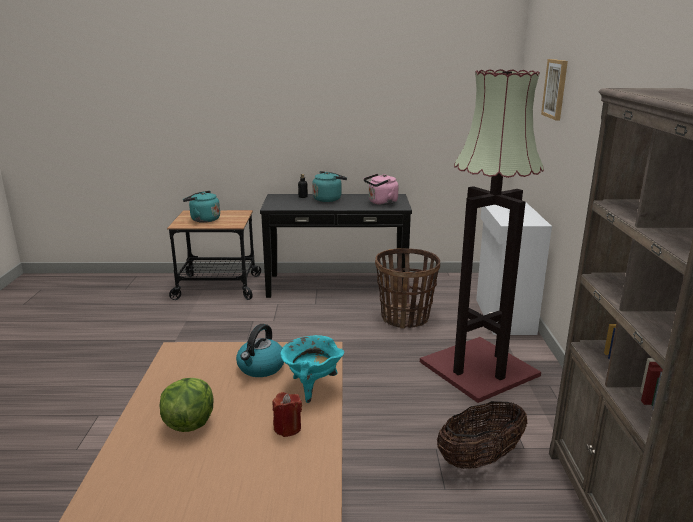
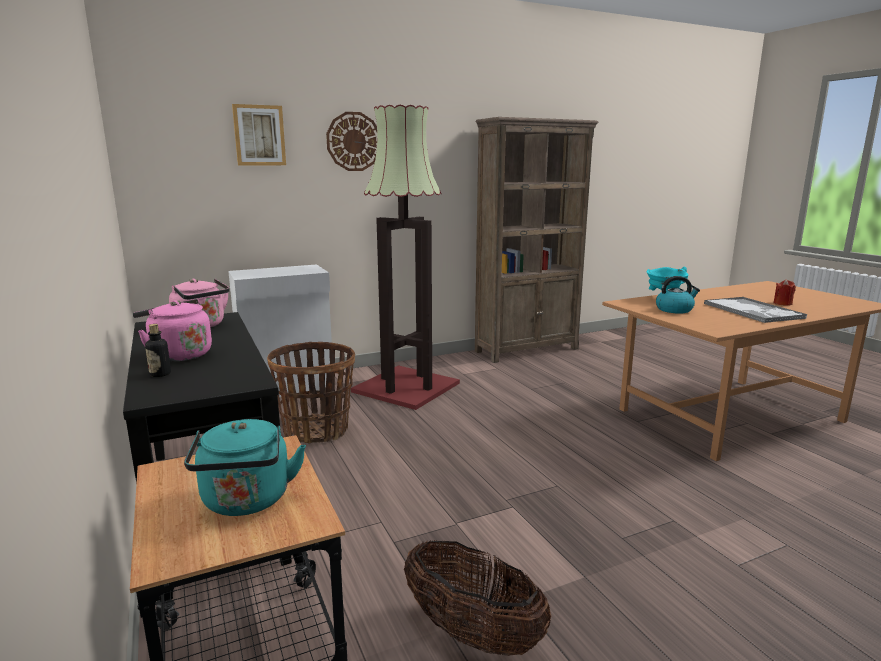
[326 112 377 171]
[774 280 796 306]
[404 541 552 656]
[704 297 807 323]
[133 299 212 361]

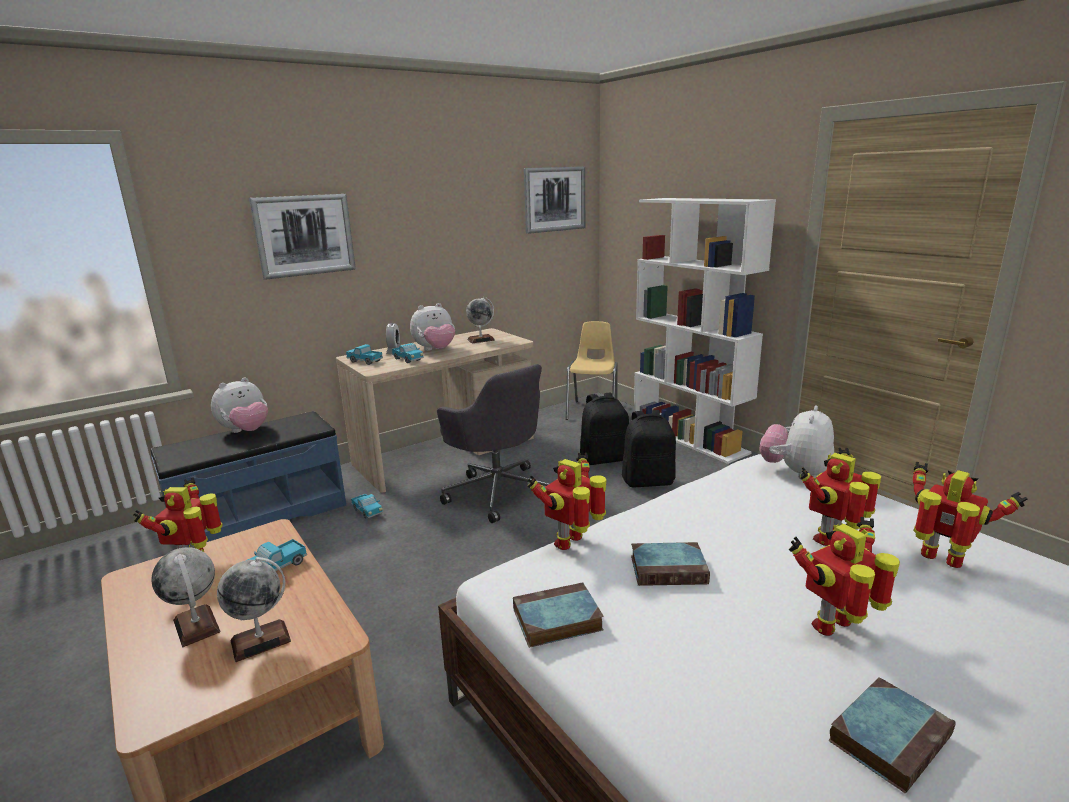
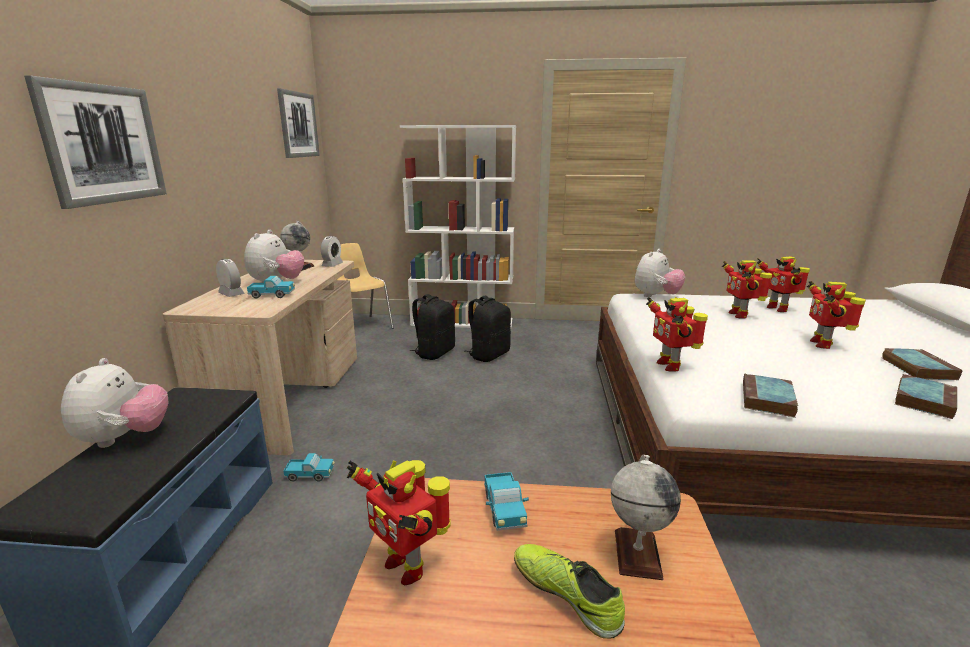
[346 344 383 365] (first image)
[437 364 550 523] (first image)
[321 236 343 267]
[895 374 957 419]
[514 544 625 639]
[635 249 685 297]
[757 256 810 312]

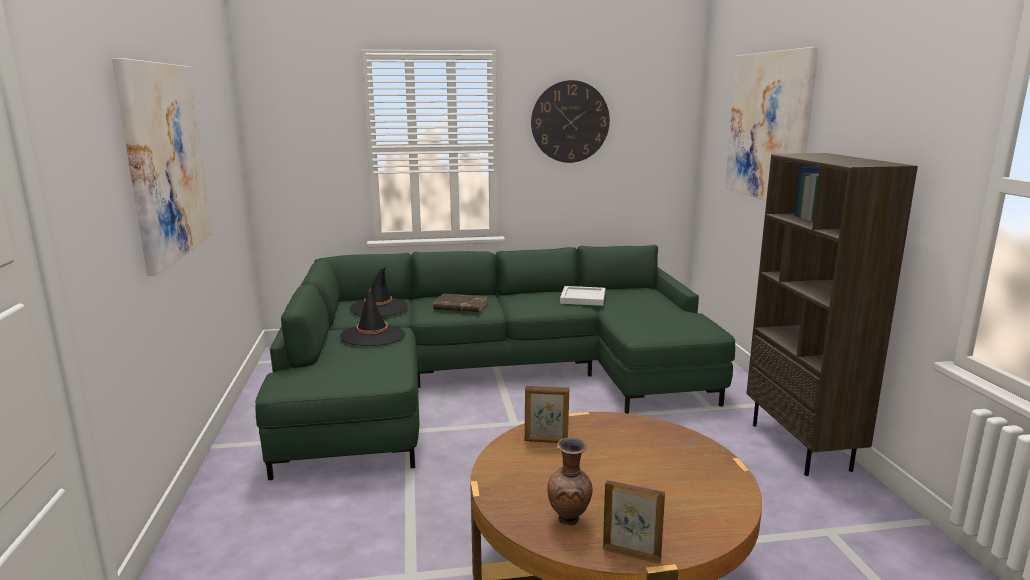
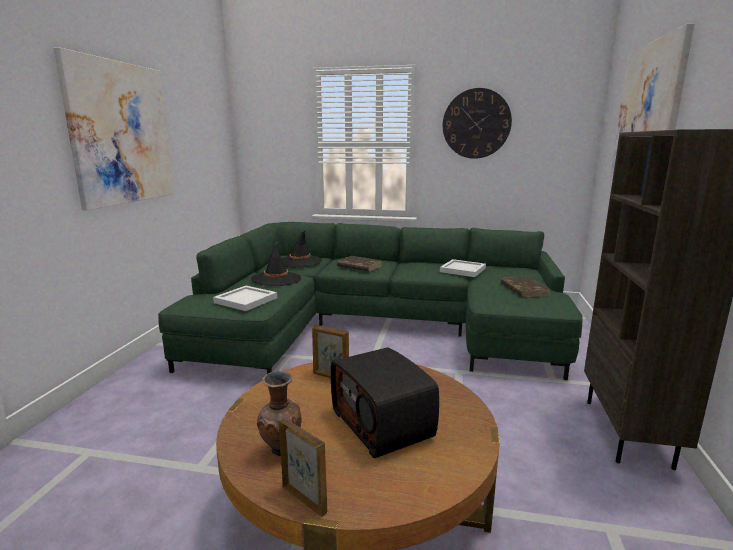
[213 286 277 311]
[331 347 439 458]
[501 277 550 298]

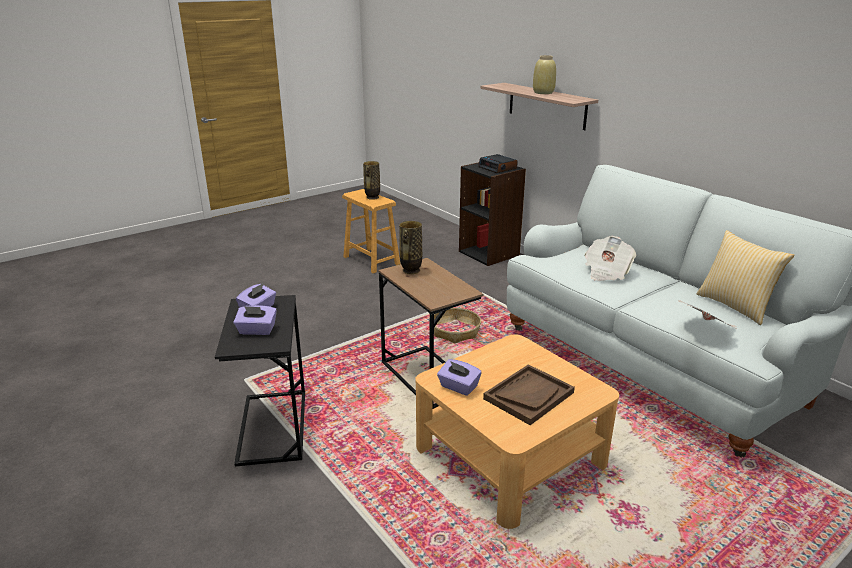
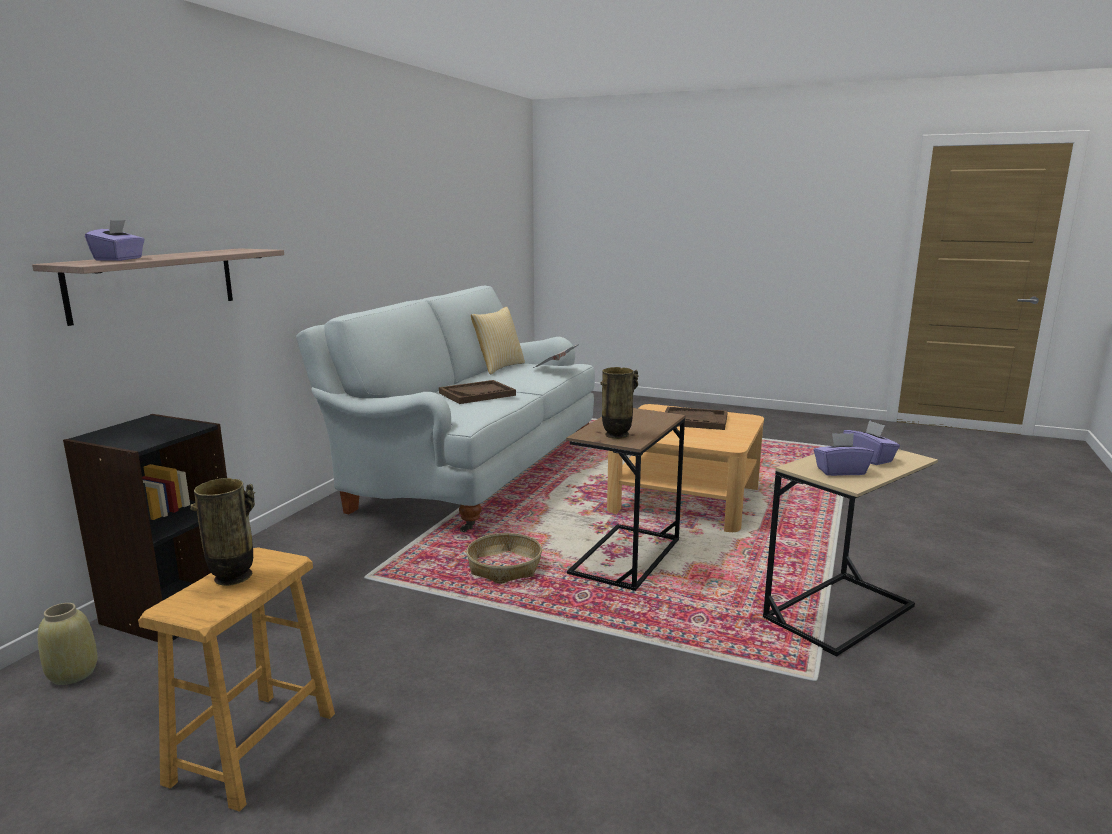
[478 154 518 173] (first image)
[85 220 145 261]
[38 603 97 685]
[439 380 516 404]
[763 449 938 656]

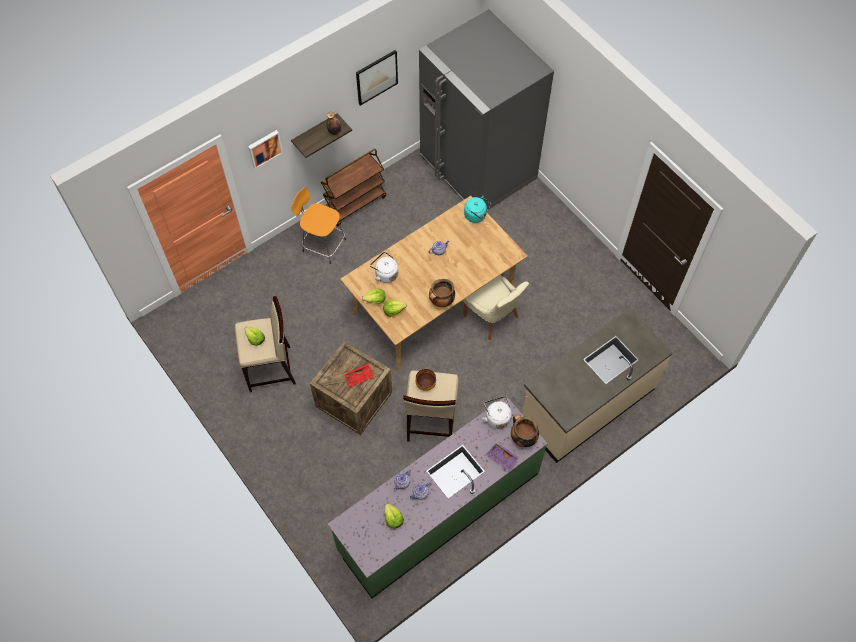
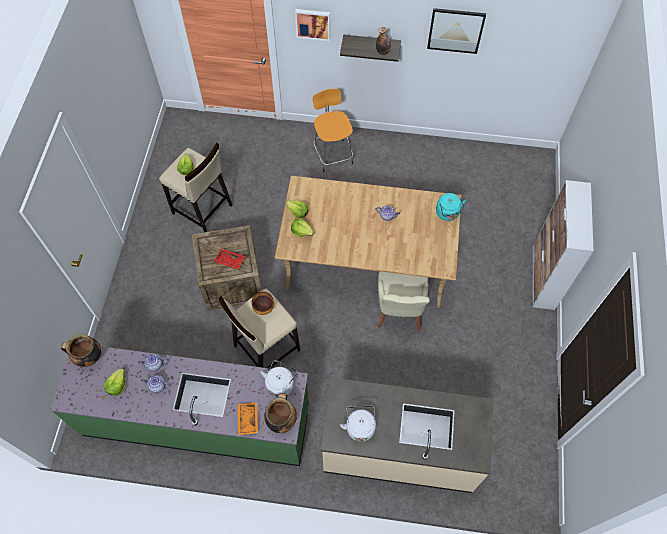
[321 149 386 227] (first image)
[419 9 554 210] (first image)
[532 180 593 310]
[340 405 376 442]
[61 334 101 367]
[238 403 258 435]

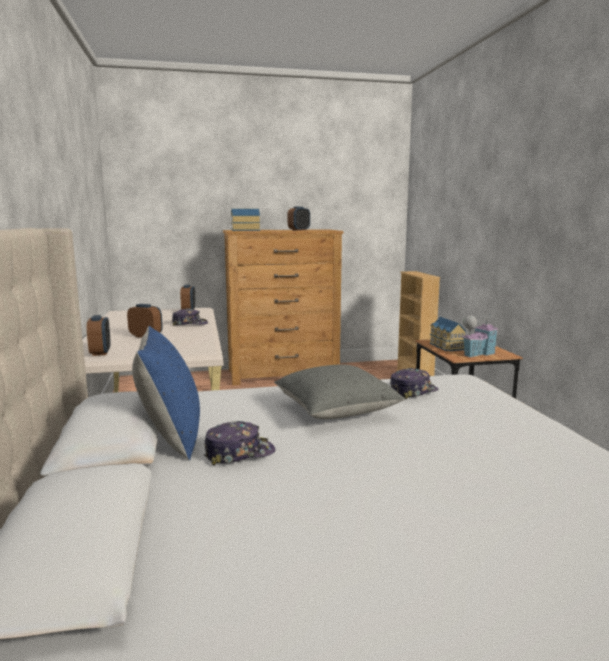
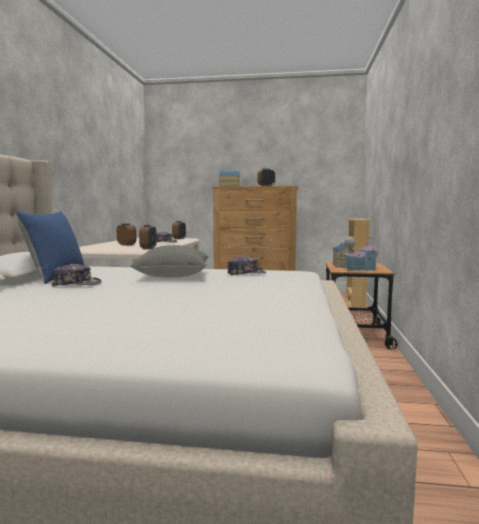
[139 225 157 249]

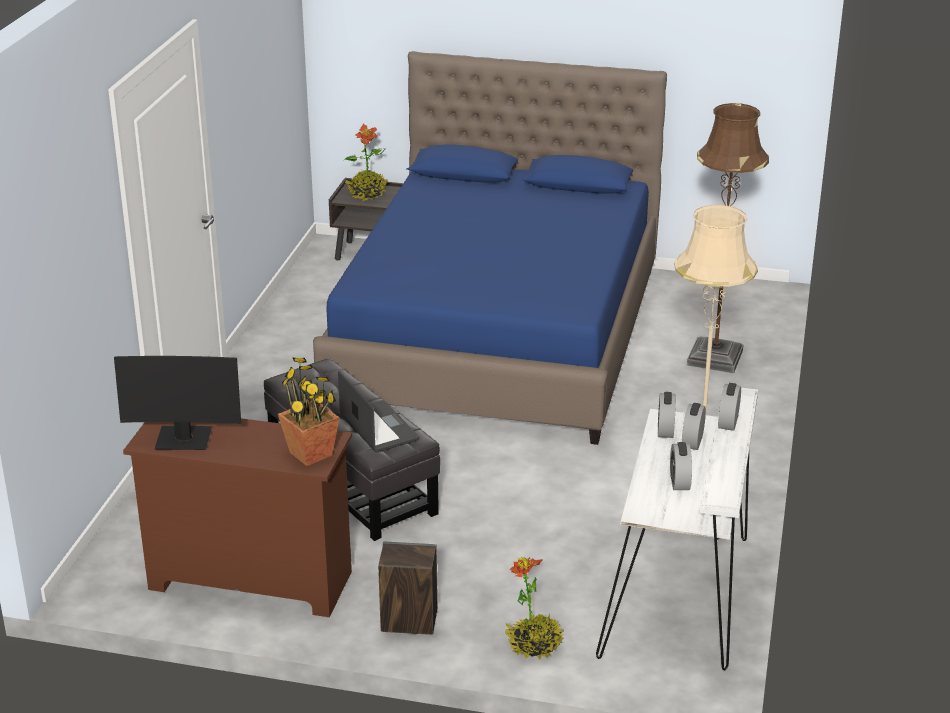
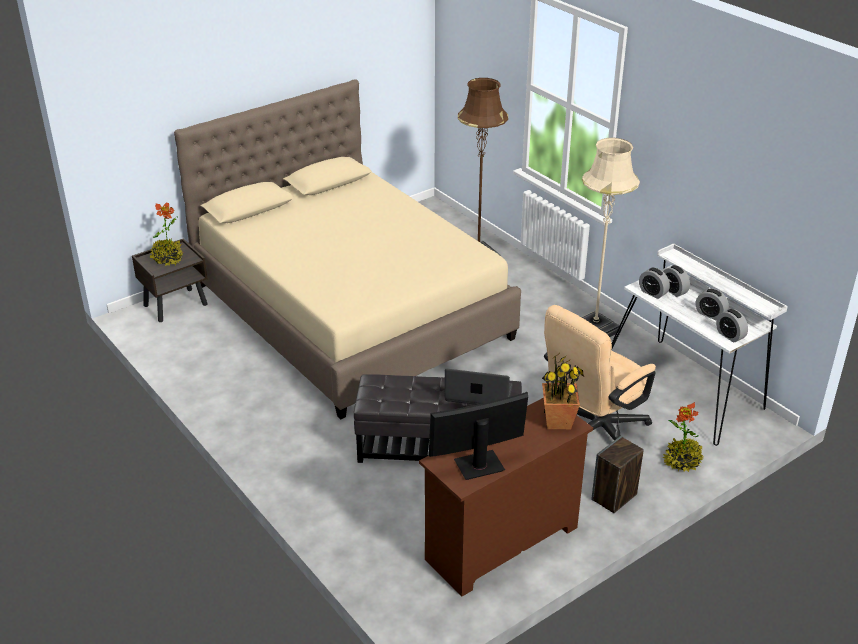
[544 305 656 440]
[716 309 748 343]
[174 79 521 419]
[429 392 528 480]

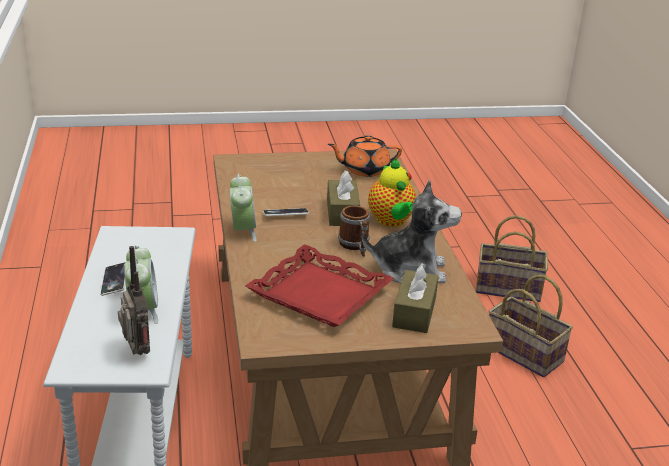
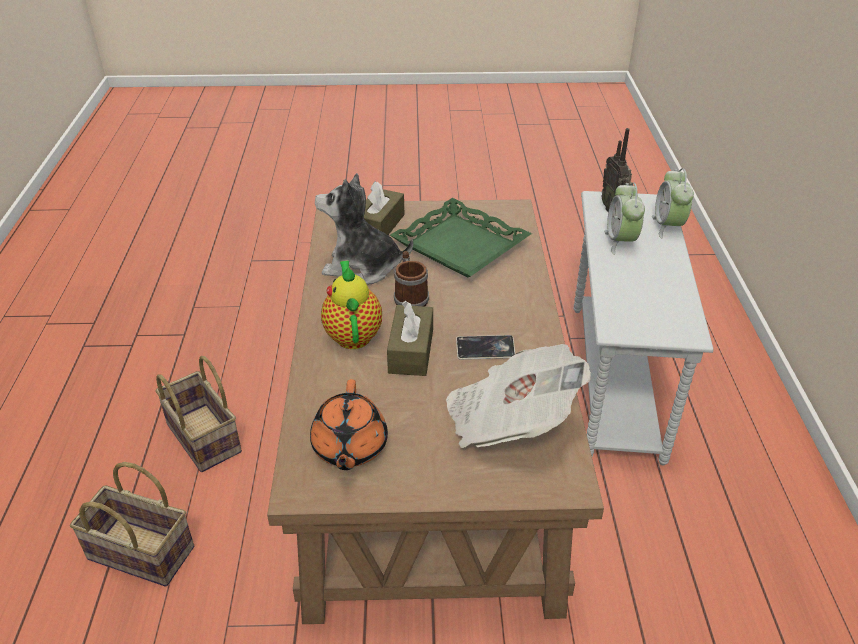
[100 262 125 296] (first image)
[446 344 591 448]
[652 168 694 238]
[390 198 532 278]
[310 379 388 470]

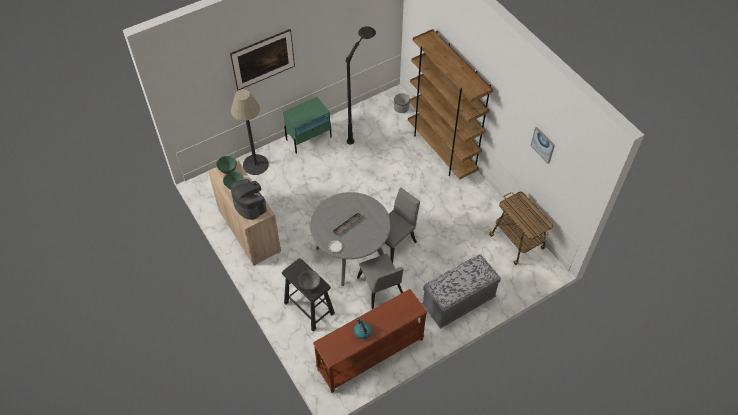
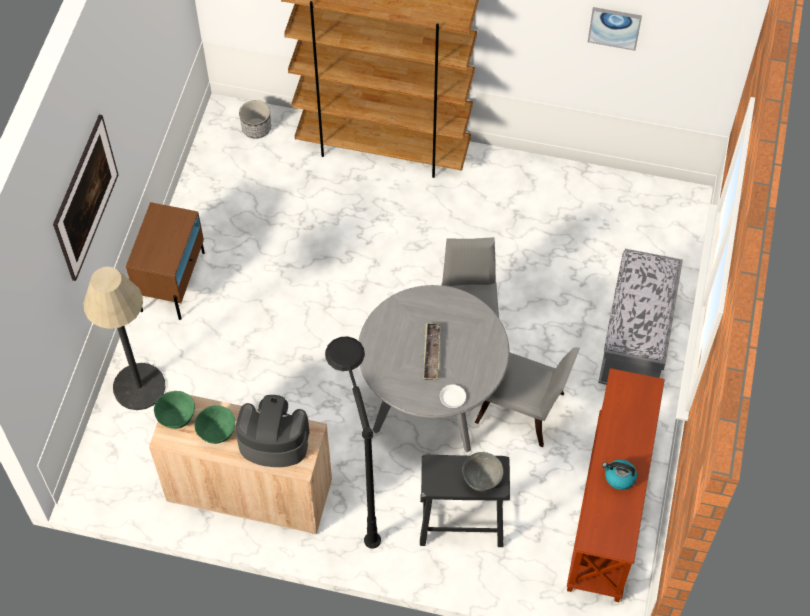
[488 192 553 265] (first image)
[325 336 381 549]
[126 202 205 320]

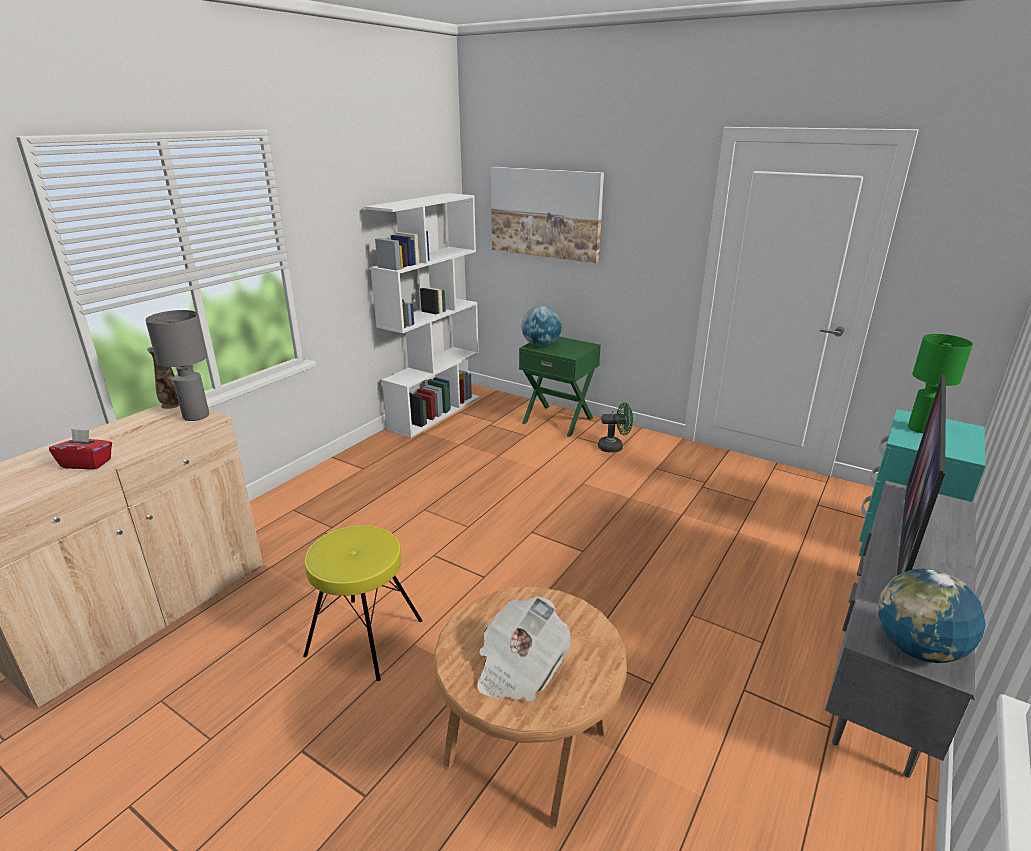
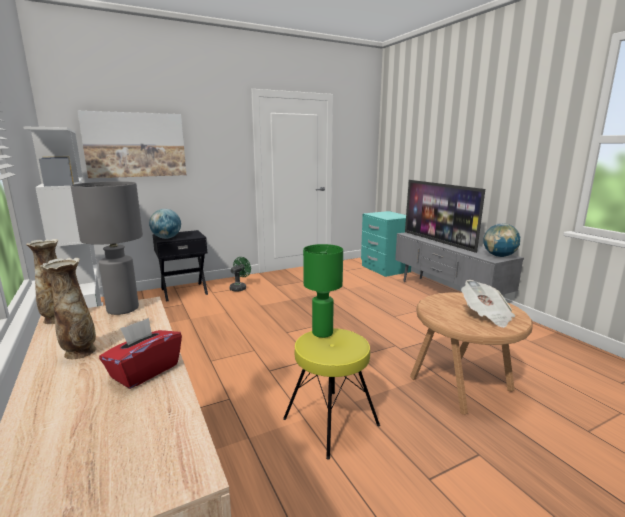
[40 258 97 359]
[303 244 343 338]
[152 230 208 301]

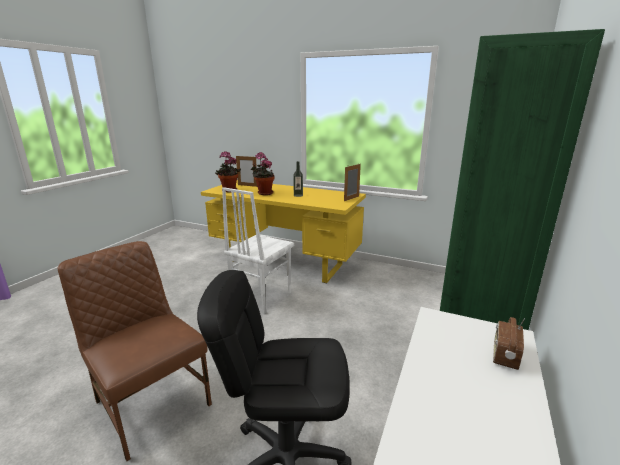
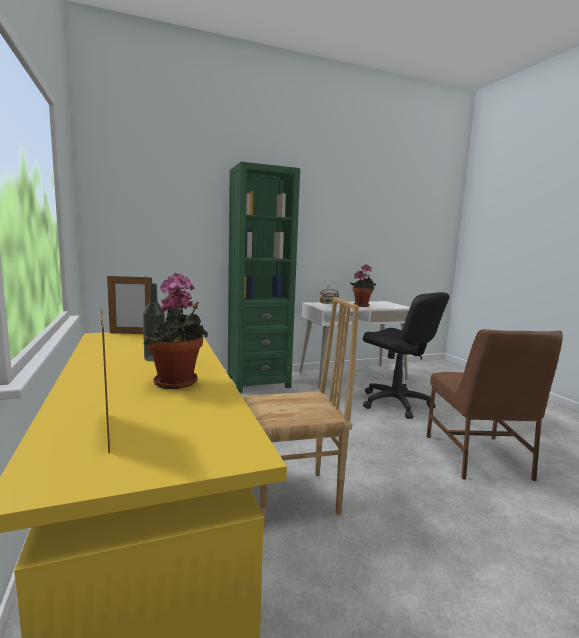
[350 264 376 307]
[244 297 359 525]

